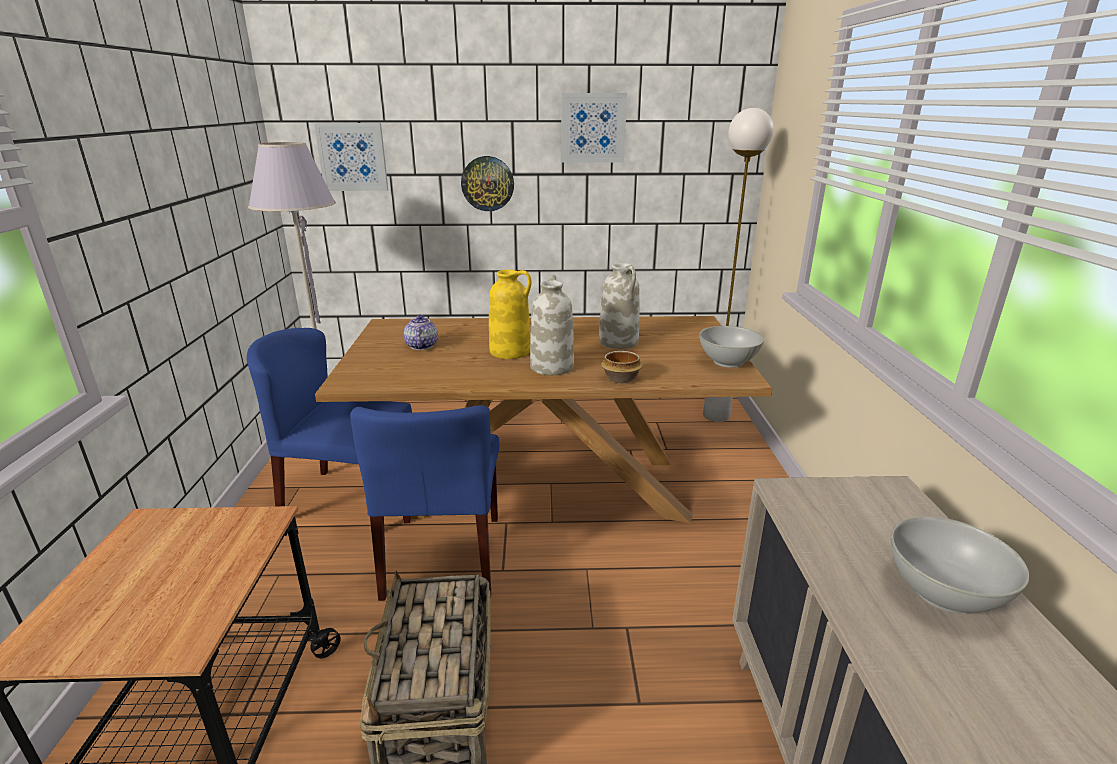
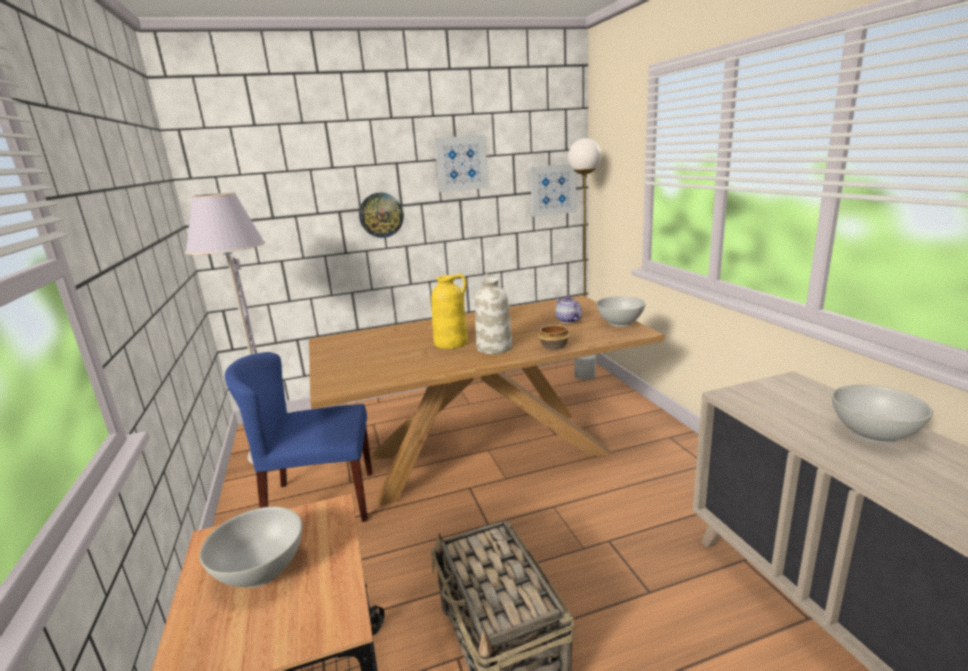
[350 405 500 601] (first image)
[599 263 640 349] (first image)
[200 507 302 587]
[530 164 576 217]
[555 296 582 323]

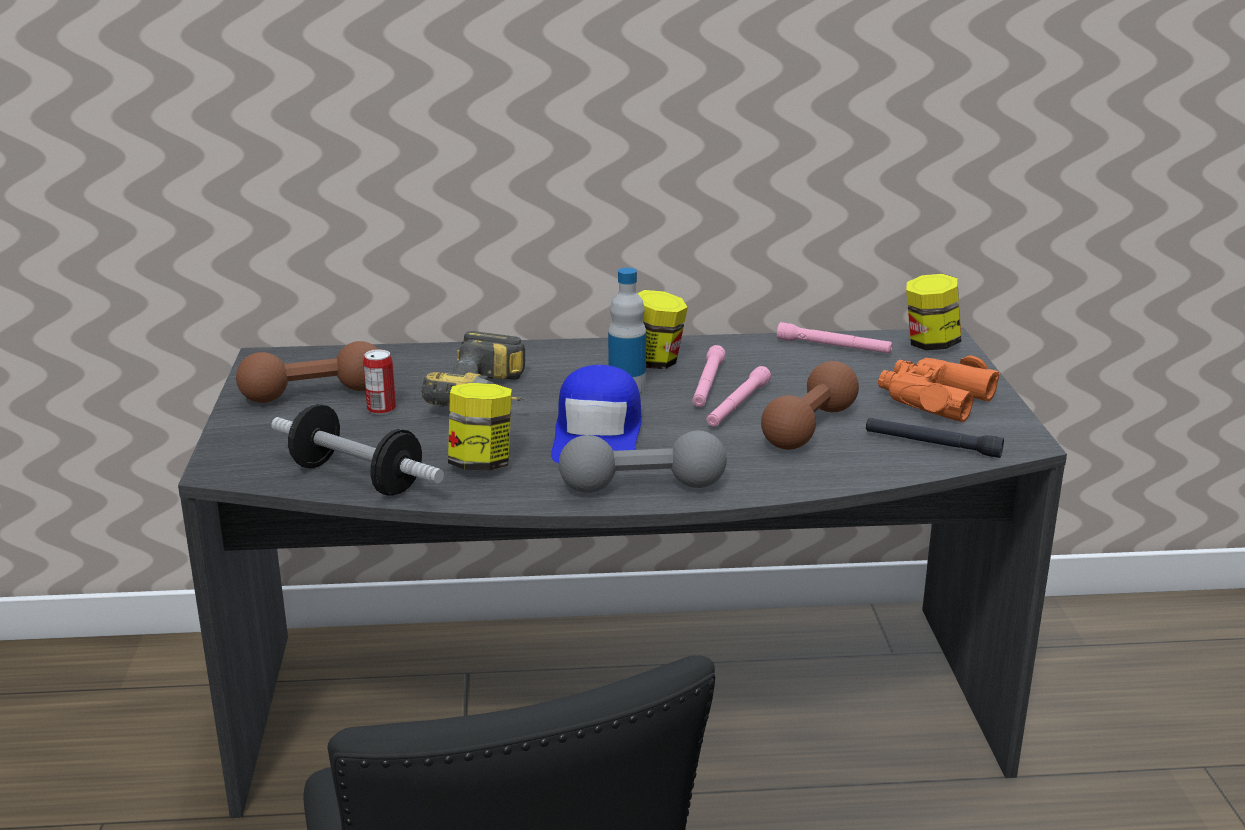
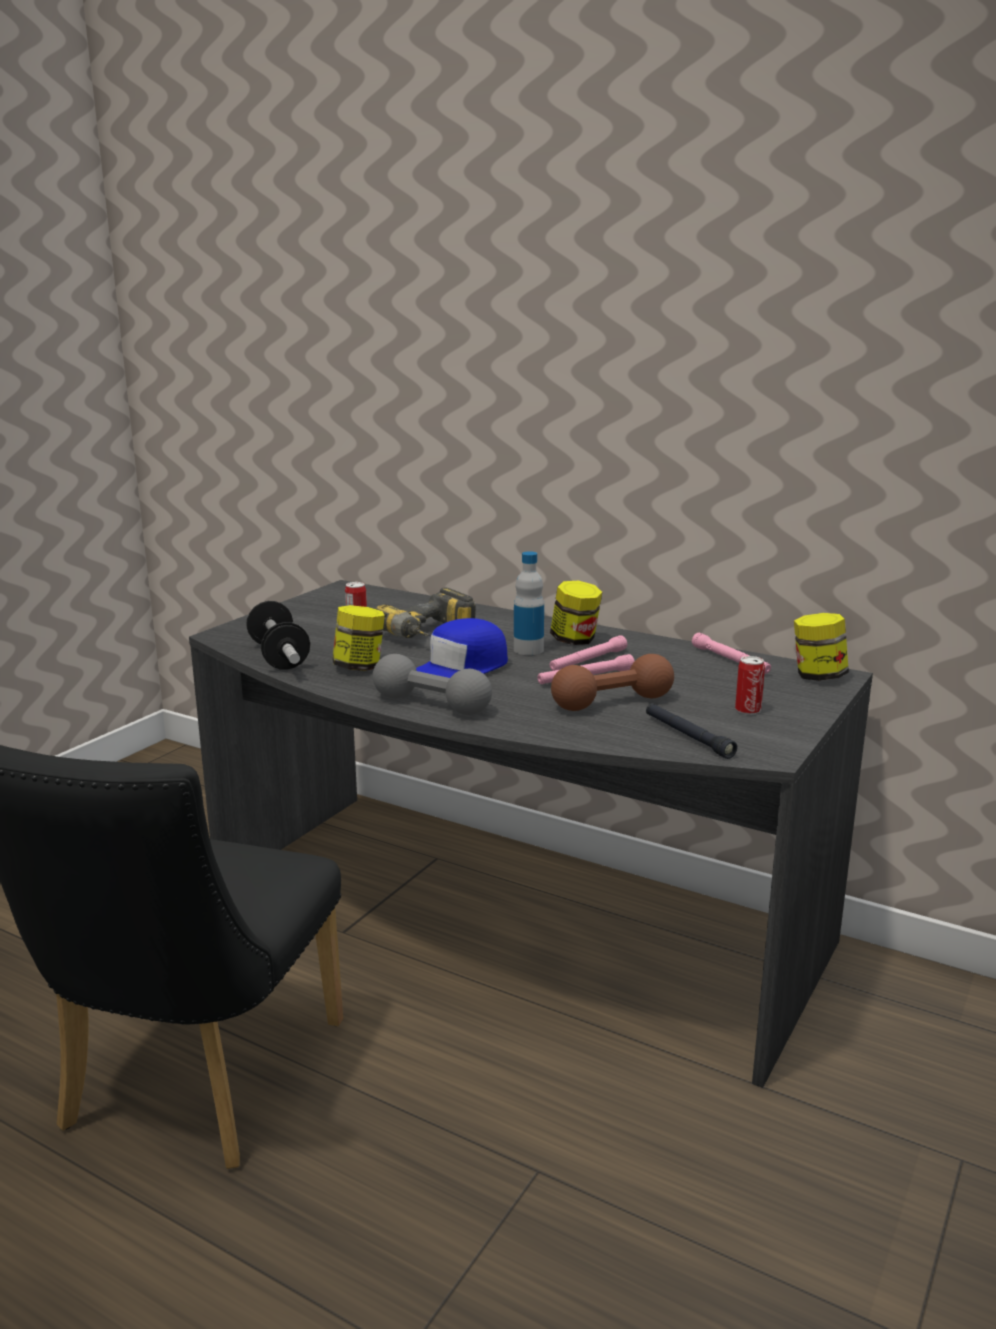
[236 341 379 403] (first image)
[735 656 765 715]

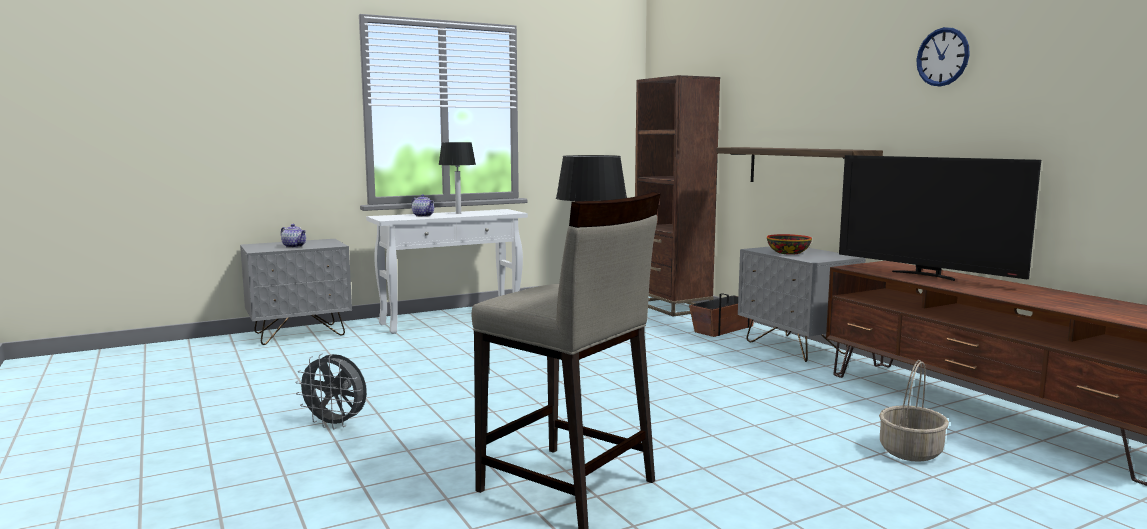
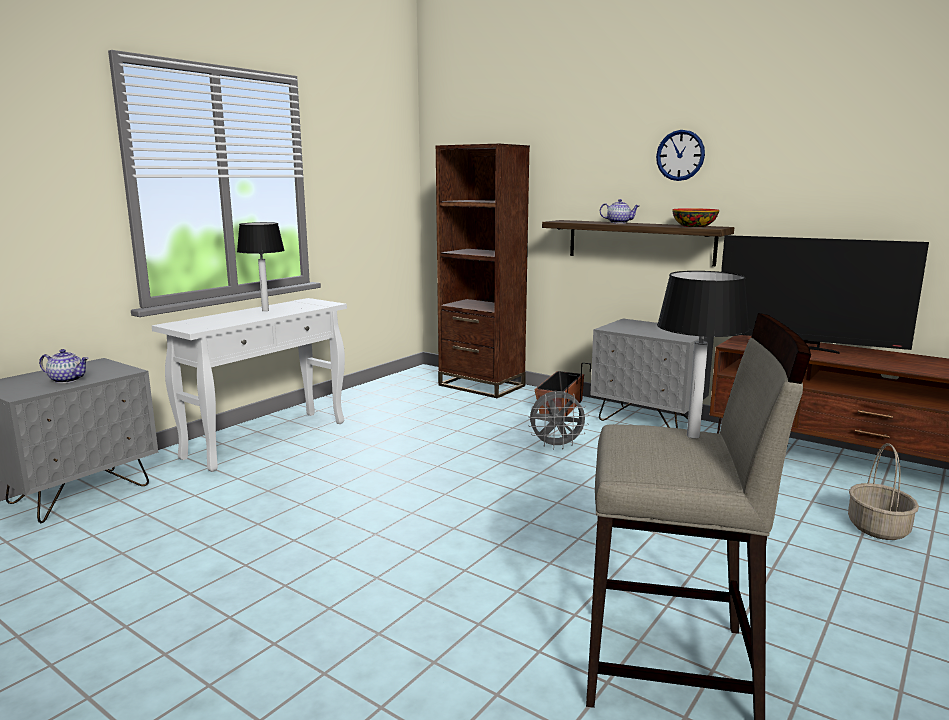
[528 391 589 450]
[600 199 639 224]
[672 208 719 227]
[656 130 705 181]

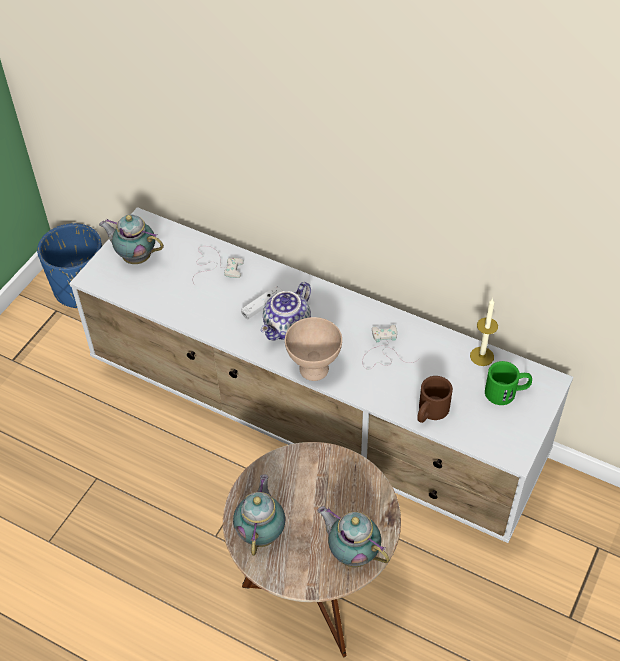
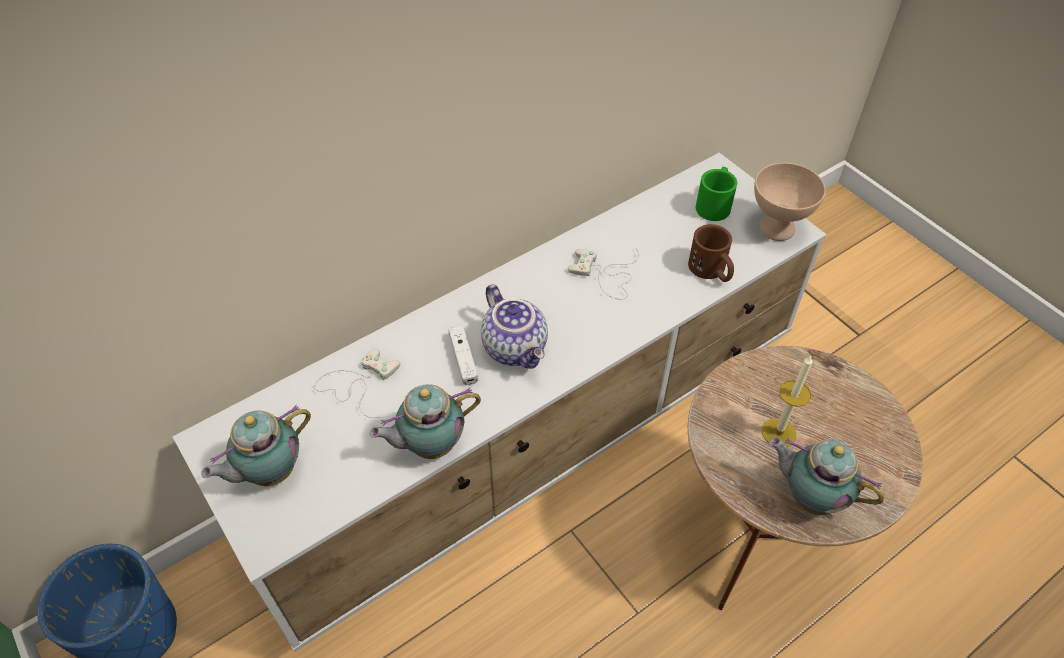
[754 163 826 241]
[370 384 481 459]
[762 356 813 447]

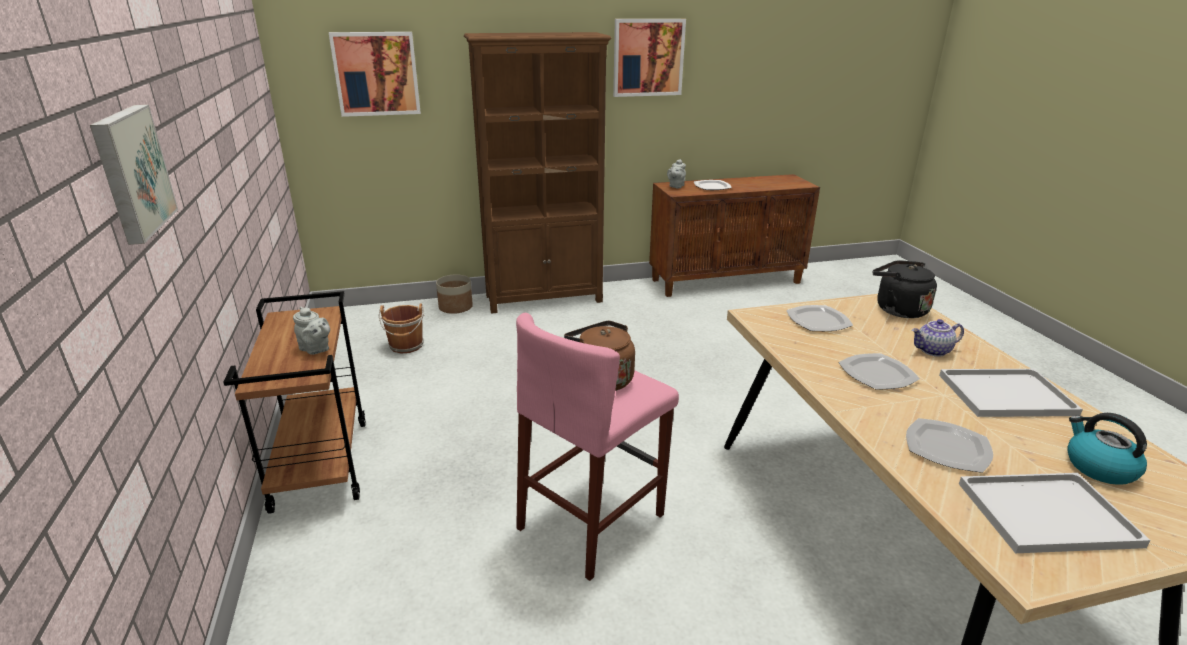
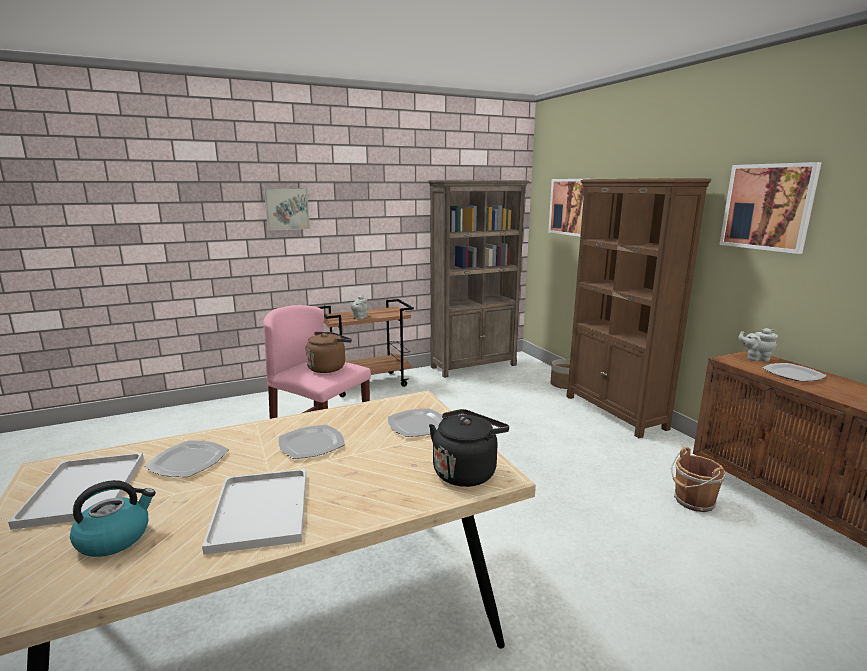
[912 319 964 357] (first image)
[428 180 529 378]
[671 447 726 512]

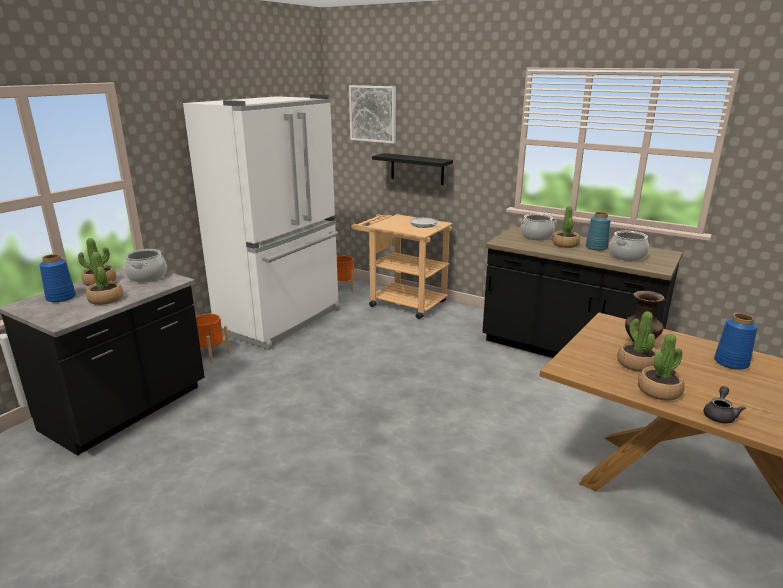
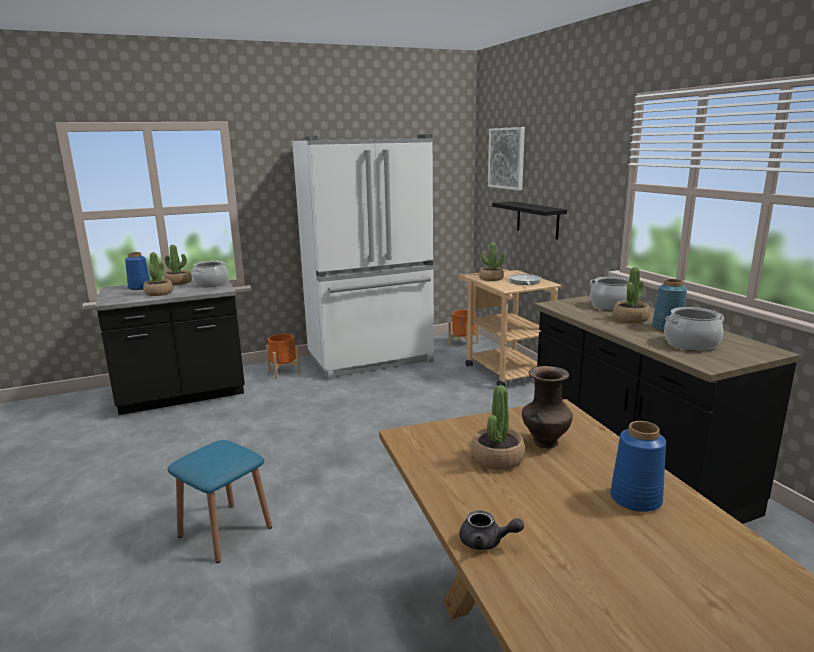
[168 440 272 563]
[479 242 504 281]
[460 510 524 550]

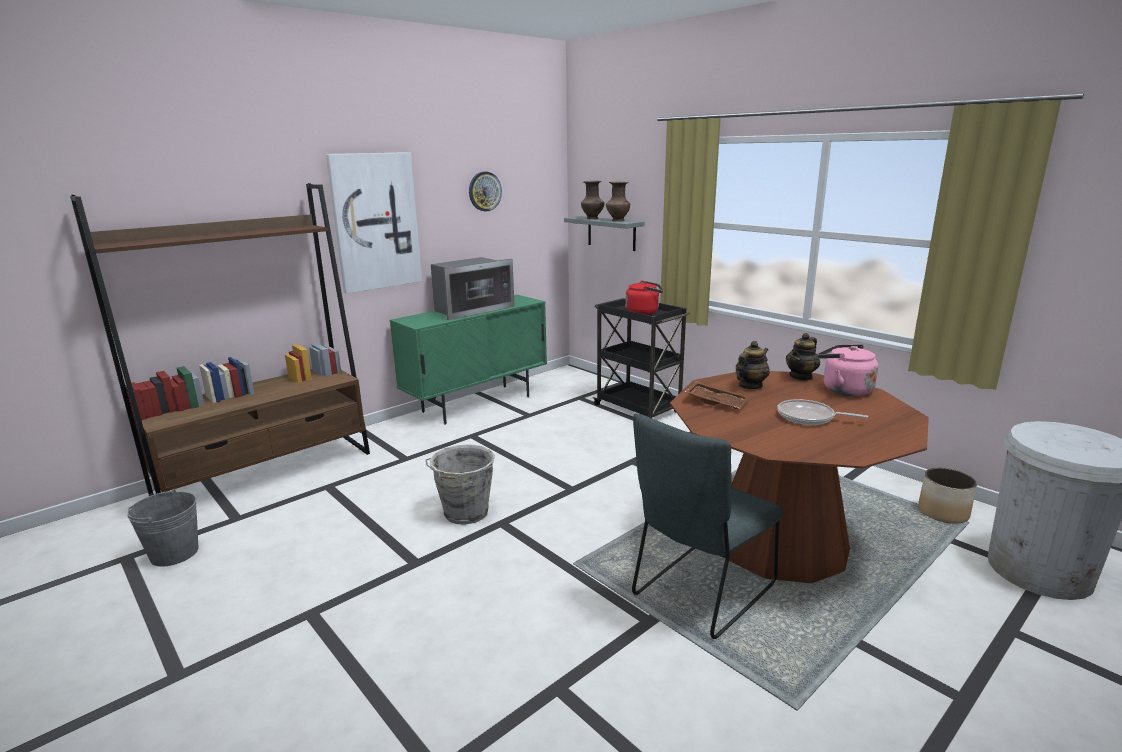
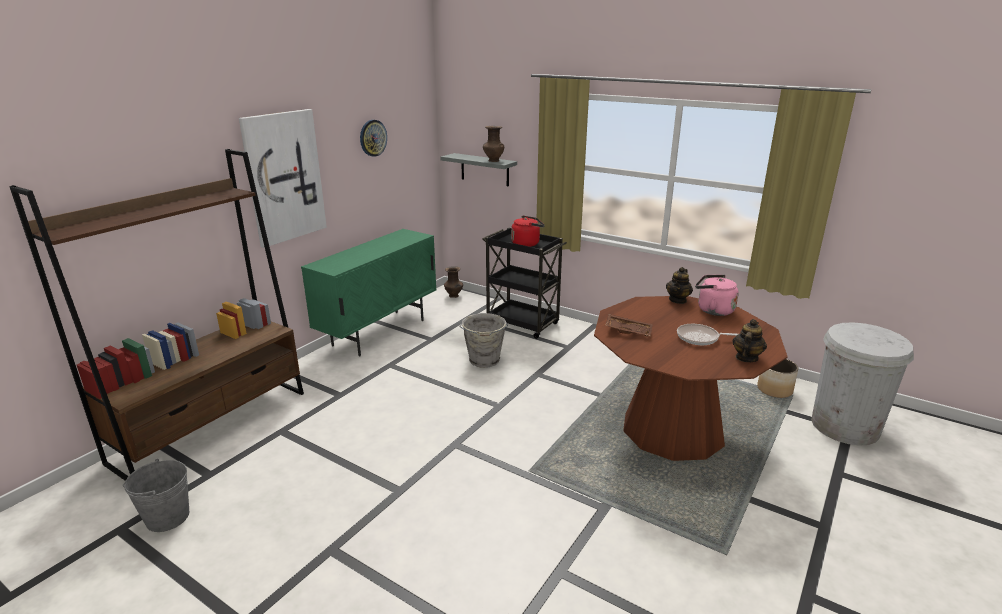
[431 257 515 320] (first image)
[632 413 785 639] (first image)
[460 313 508 368]
[444 266 463 298]
[733 319 767 362]

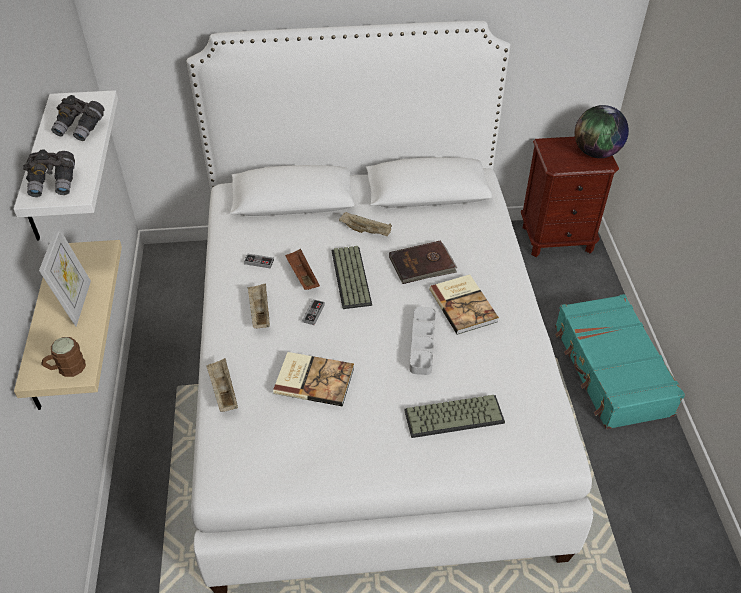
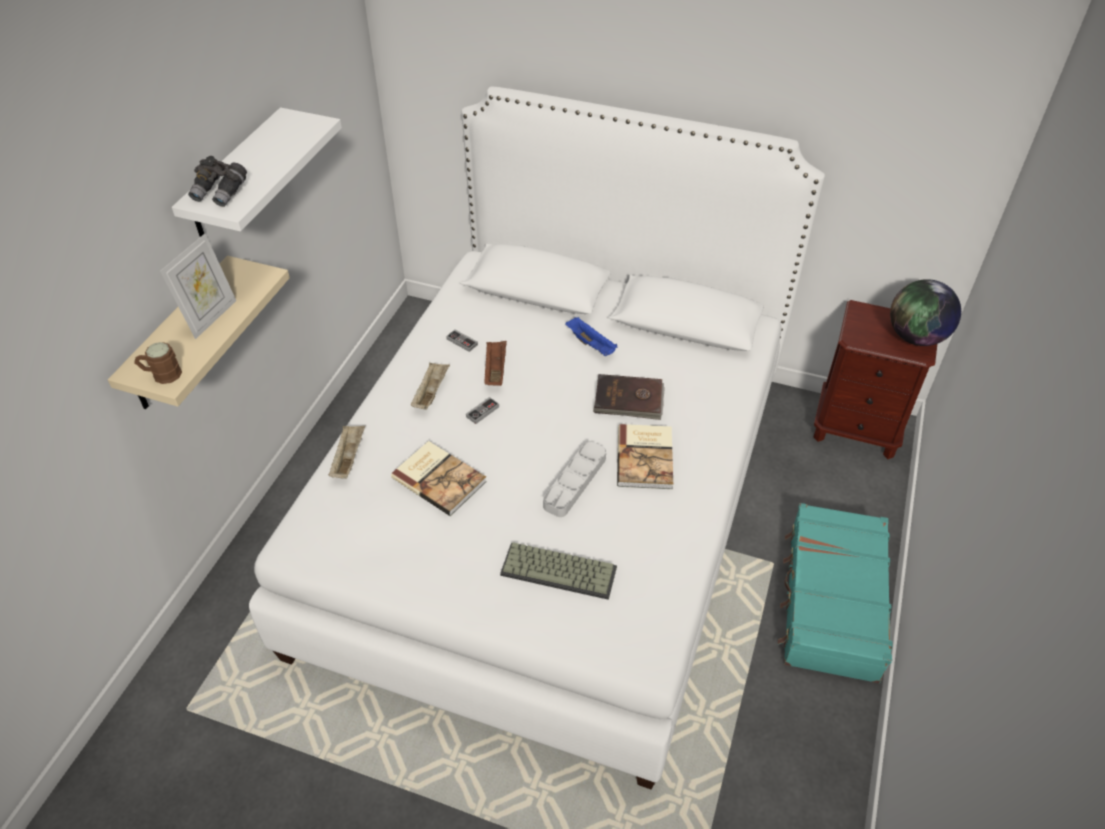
[51 95 104 141] (first image)
[332 246 372 309] (first image)
[565 317 618 356]

